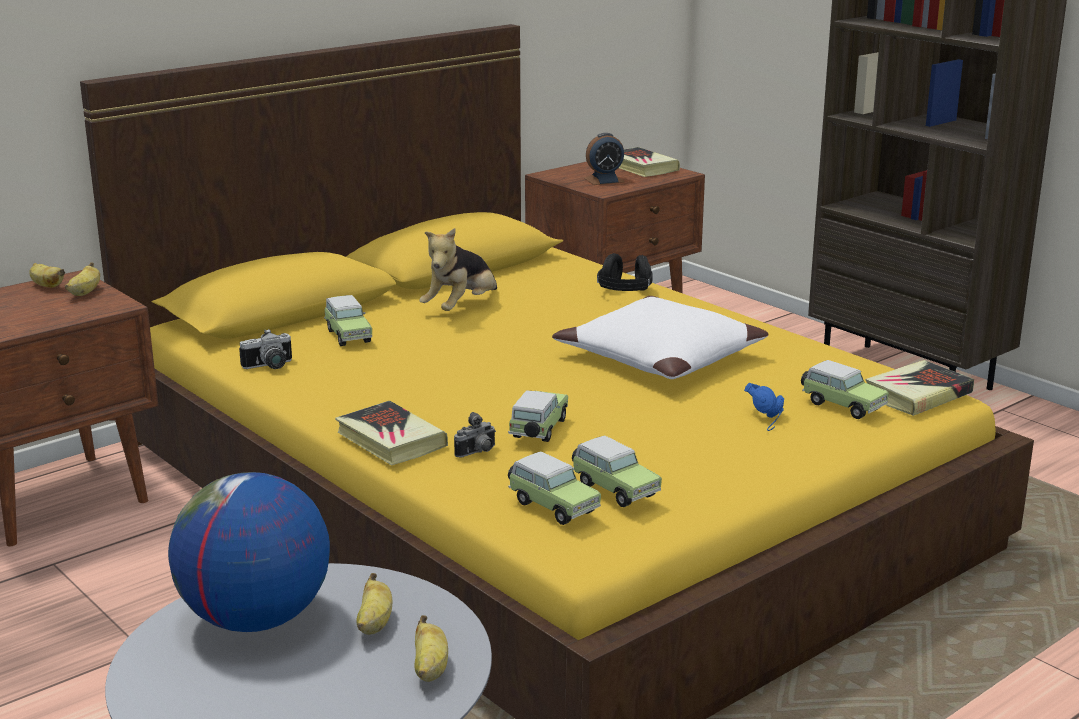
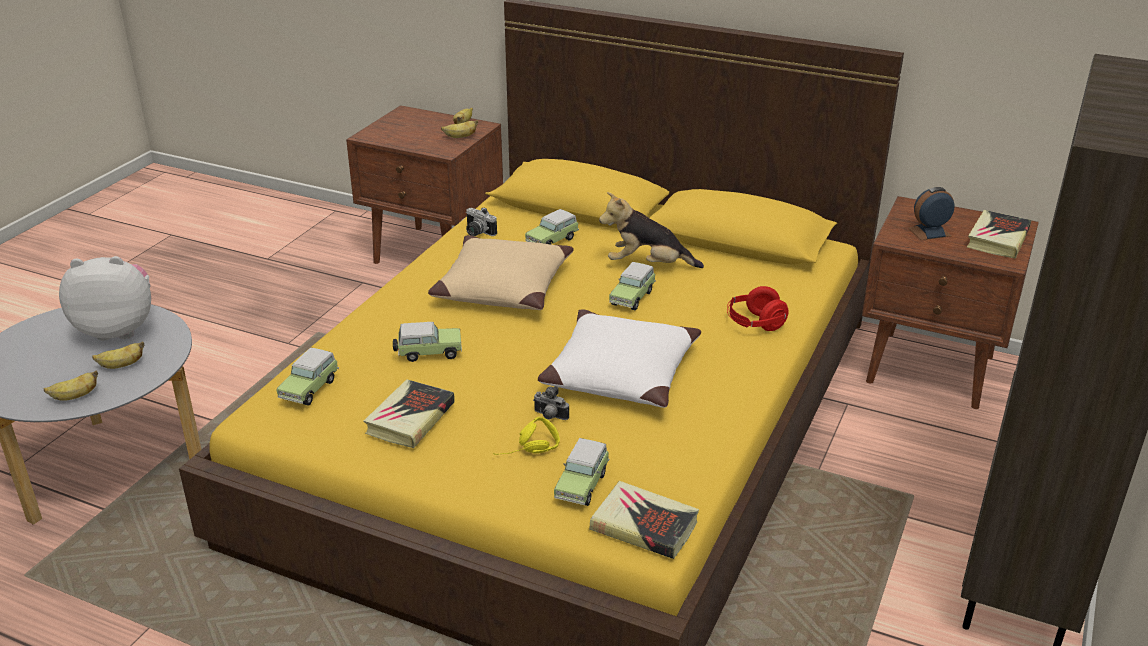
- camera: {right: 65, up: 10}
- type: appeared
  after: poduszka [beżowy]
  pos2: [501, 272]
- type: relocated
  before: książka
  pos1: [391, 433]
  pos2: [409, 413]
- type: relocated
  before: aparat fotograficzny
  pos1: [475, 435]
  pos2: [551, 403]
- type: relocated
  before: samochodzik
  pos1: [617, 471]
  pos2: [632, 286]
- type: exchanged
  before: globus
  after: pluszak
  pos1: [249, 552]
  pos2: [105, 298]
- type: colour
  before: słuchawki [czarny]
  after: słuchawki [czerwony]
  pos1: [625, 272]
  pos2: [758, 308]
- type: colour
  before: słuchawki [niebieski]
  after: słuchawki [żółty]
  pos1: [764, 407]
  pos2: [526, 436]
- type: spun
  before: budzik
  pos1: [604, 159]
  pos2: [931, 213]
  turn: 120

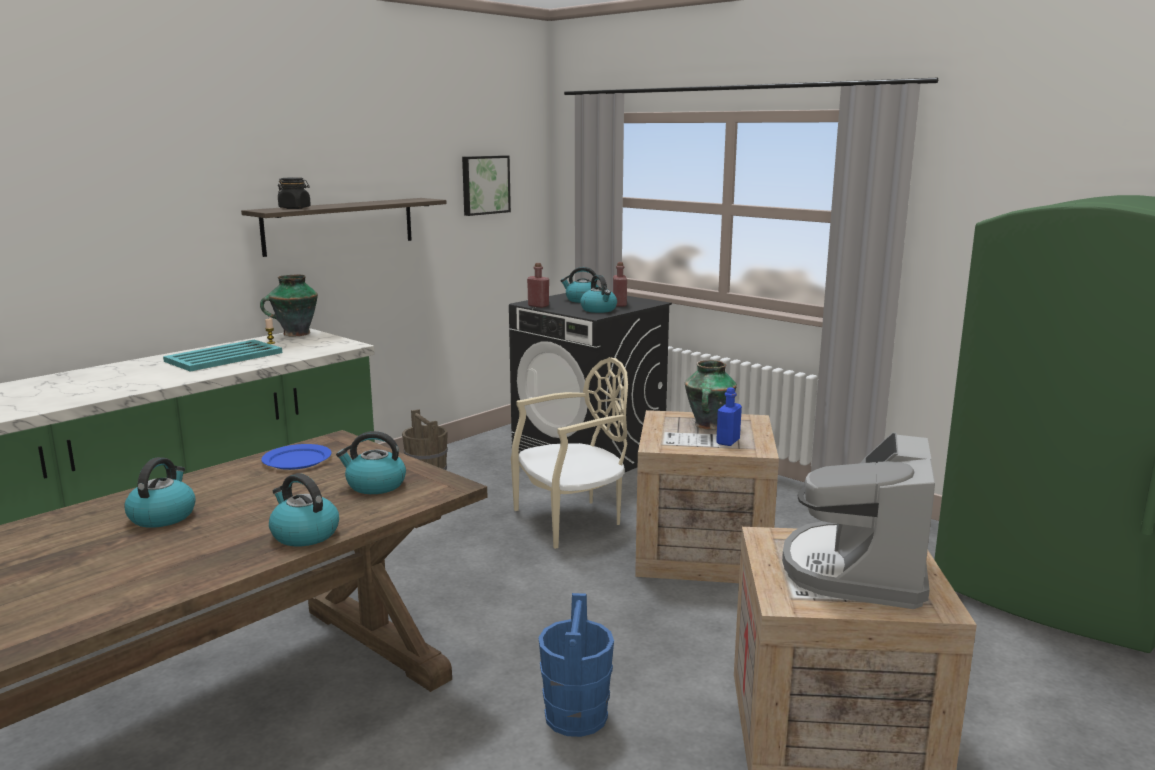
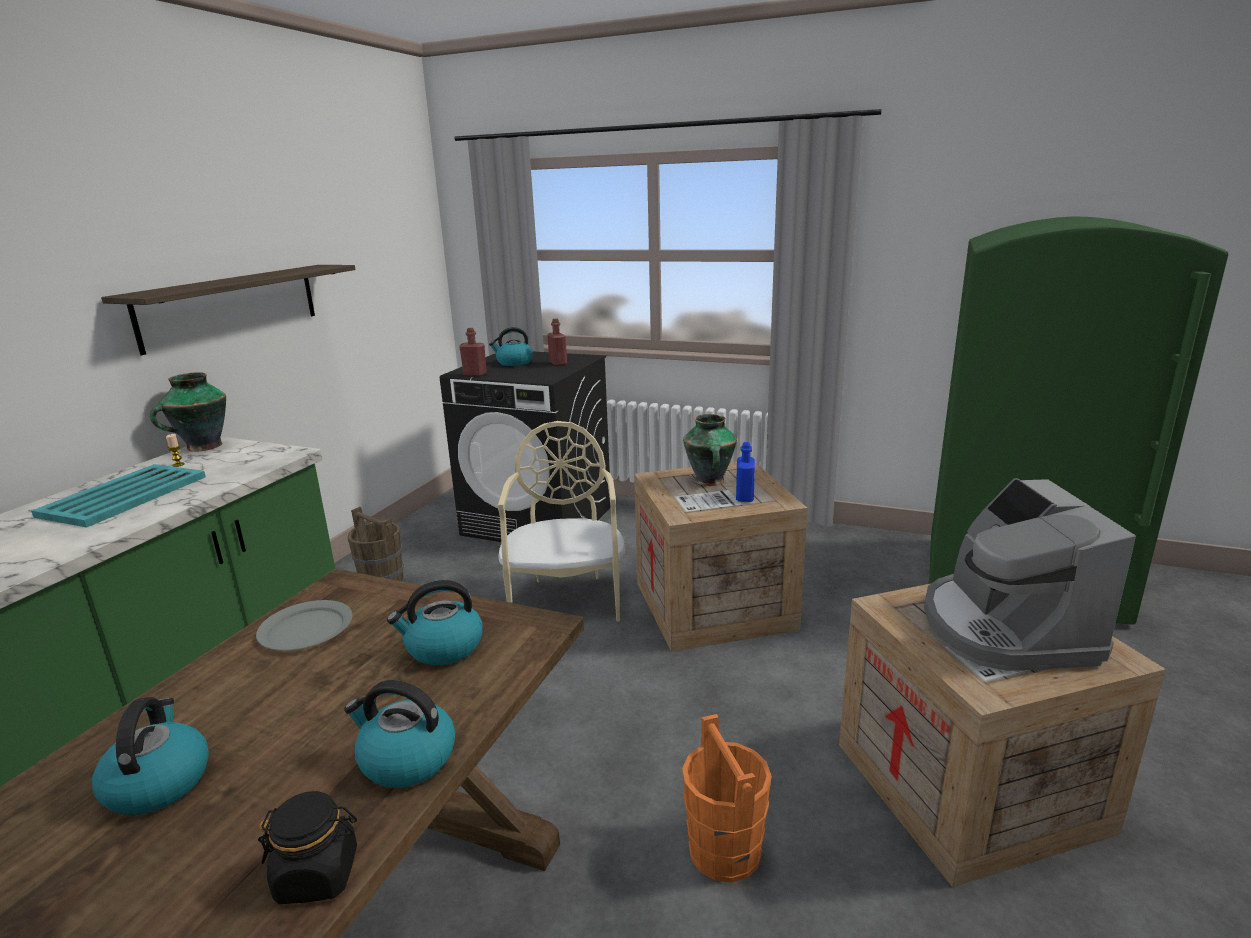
- camera: {right: -20, up: 5}
- type: missing
  before: obraz
  pos1: [486, 185]
- type: missing
  before: czajnik
  pos1: [598, 294]
- type: relocated
  before: słoik [czarny]
  pos1: [294, 193]
  pos2: [307, 847]
- type: colour
  before: talerz [niebieski]
  after: talerz [szary]
  pos1: [296, 457]
  pos2: [304, 625]
- type: colour
  before: wiadro [niebieski]
  after: wiadro [pomarańczowy]
  pos1: [576, 665]
  pos2: [727, 798]
- type: spun
  before: krzesło [beżowy]
  pos1: [569, 453]
  pos2: [562, 521]
  turn: -45

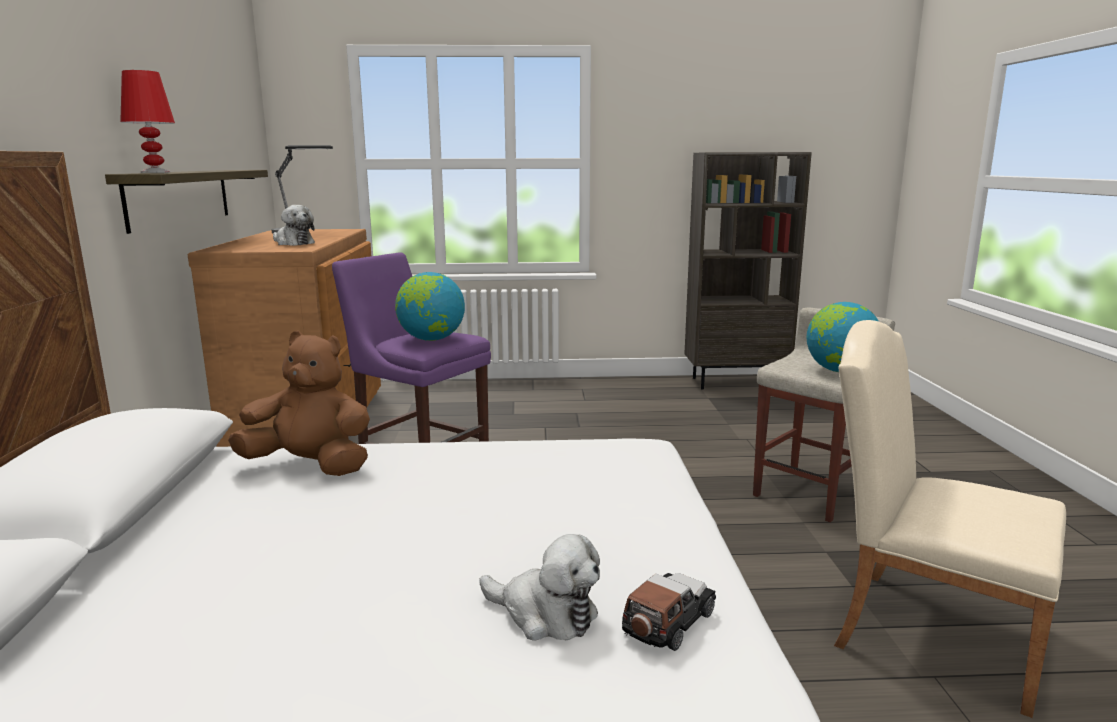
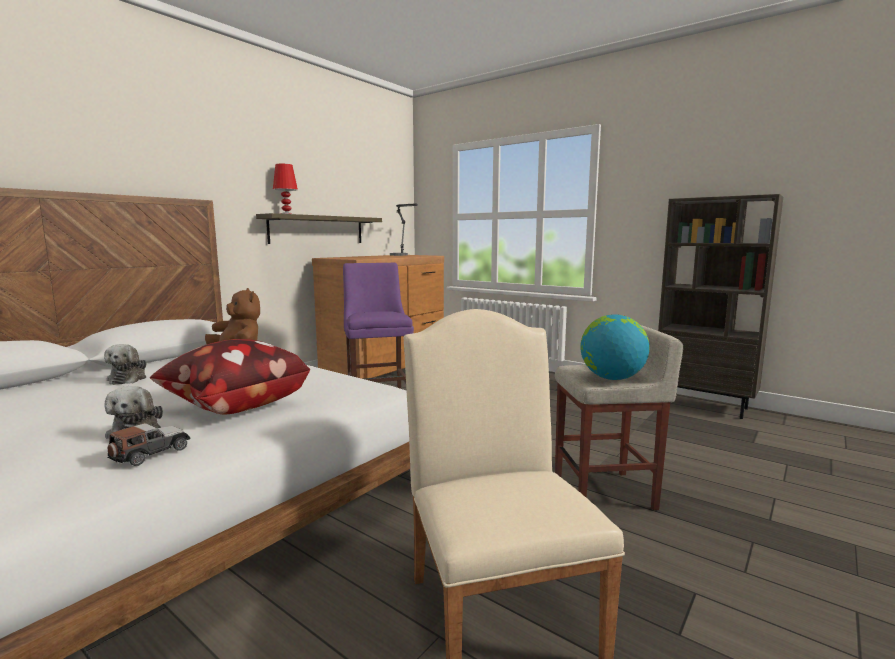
- camera: {right: 40, up: -5}
- type: missing
  before: globus
  pos1: [430, 306]
- type: appeared
  after: poduszka
  pos2: [230, 376]
- type: relocated
  before: pluszak
  pos1: [294, 225]
  pos2: [125, 364]
- type: spun
  before: samochodzik
  pos1: [669, 612]
  pos2: [148, 444]
  turn: -45

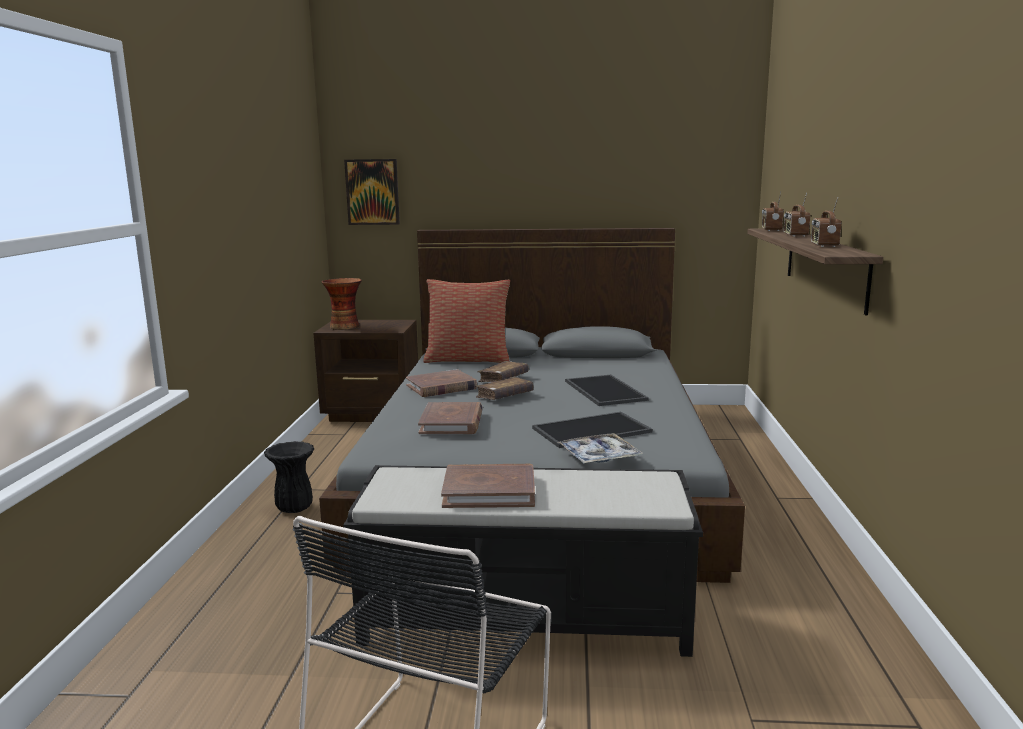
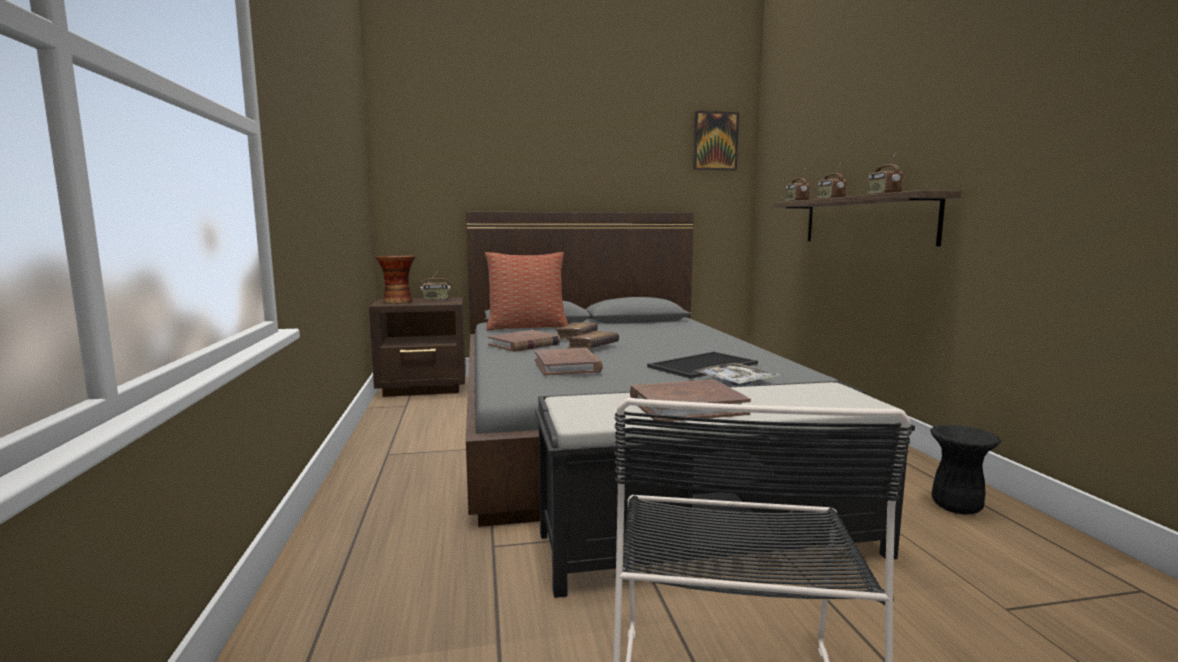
- camera: {right: -15, up: -5}
- type: missing
  before: taca
  pos1: [607, 390]
- type: appeared
  after: radio
  pos2: [435, 285]
- type: relocated
  before: wazon [czarny]
  pos1: [289, 477]
  pos2: [965, 470]
- type: relocated
  before: obraz
  pos1: [372, 192]
  pos2: [716, 141]

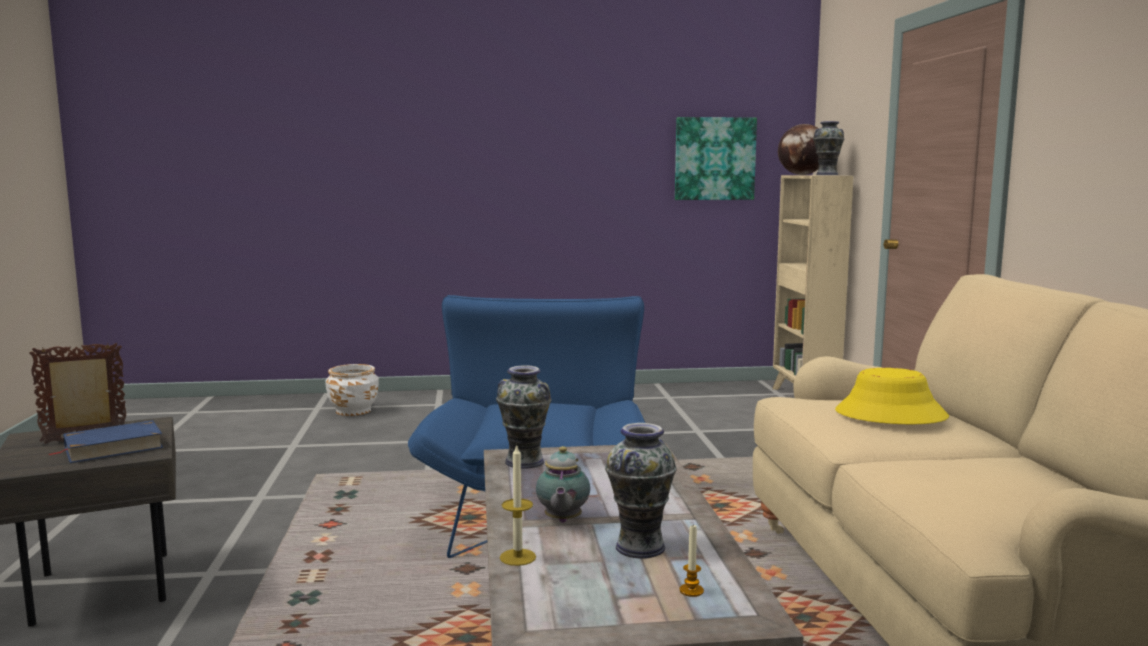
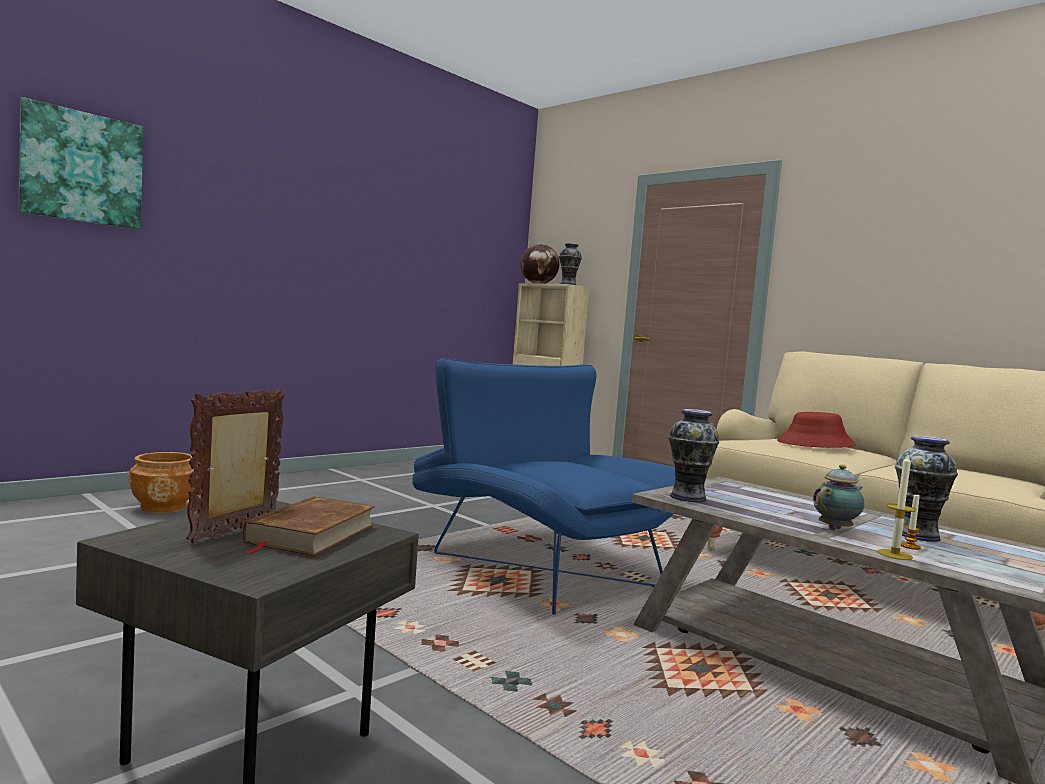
- camera: {right: -40, up: -5}
- type: relocated
  before: obraz
  pos1: [716, 158]
  pos2: [81, 163]
- type: relocated
  before: świeca
  pos1: [692, 561]
  pos2: [911, 522]
- type: colour
  before: książka [niebieski]
  after: książka [brązowy]
  pos1: [106, 441]
  pos2: [309, 526]
- type: colour
  before: donica [biały]
  after: donica [brązowy]
  pos1: [352, 390]
  pos2: [163, 482]
- type: colour
  before: kapelusz [żółty]
  after: kapelusz [czerwony]
  pos1: [892, 396]
  pos2: [816, 430]
- type: spun
  before: imbryk
  pos1: [563, 484]
  pos2: [838, 497]
  turn: -90

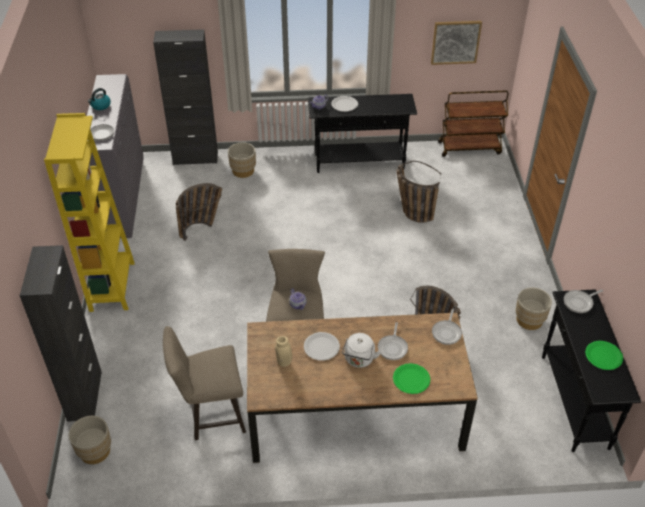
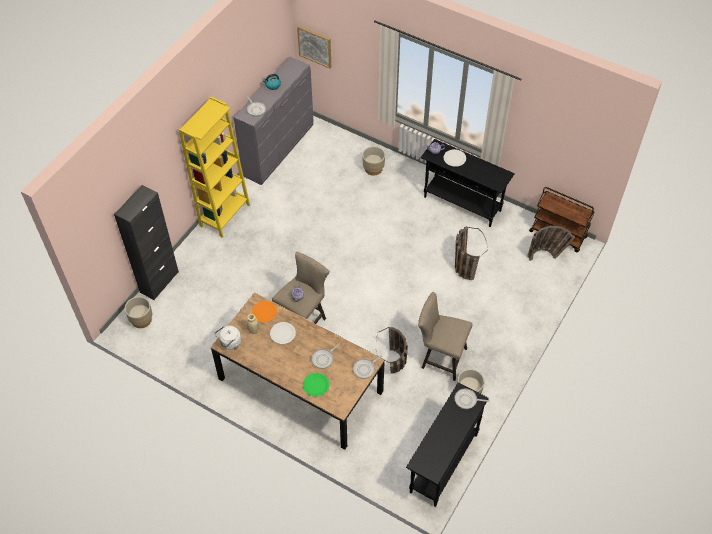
- camera: {right: 35, up: 10}
- type: missing
  before: szafka [czarny]
  pos1: [185, 97]
- type: missing
  before: talerz [zielony]
  pos1: [604, 355]
- type: appeared
  after: talerz [pomarańczowy]
  pos2: [264, 311]
- type: relocated
  before: stołek [beżowy]
  pos1: [204, 383]
  pos2: [445, 336]
- type: relocated
  before: koszyk
  pos1: [199, 212]
  pos2: [551, 243]
- type: relocated
  before: czajnik [biały]
  pos1: [362, 350]
  pos2: [227, 338]
- type: relocated
  before: obraz
  pos1: [456, 43]
  pos2: [314, 47]

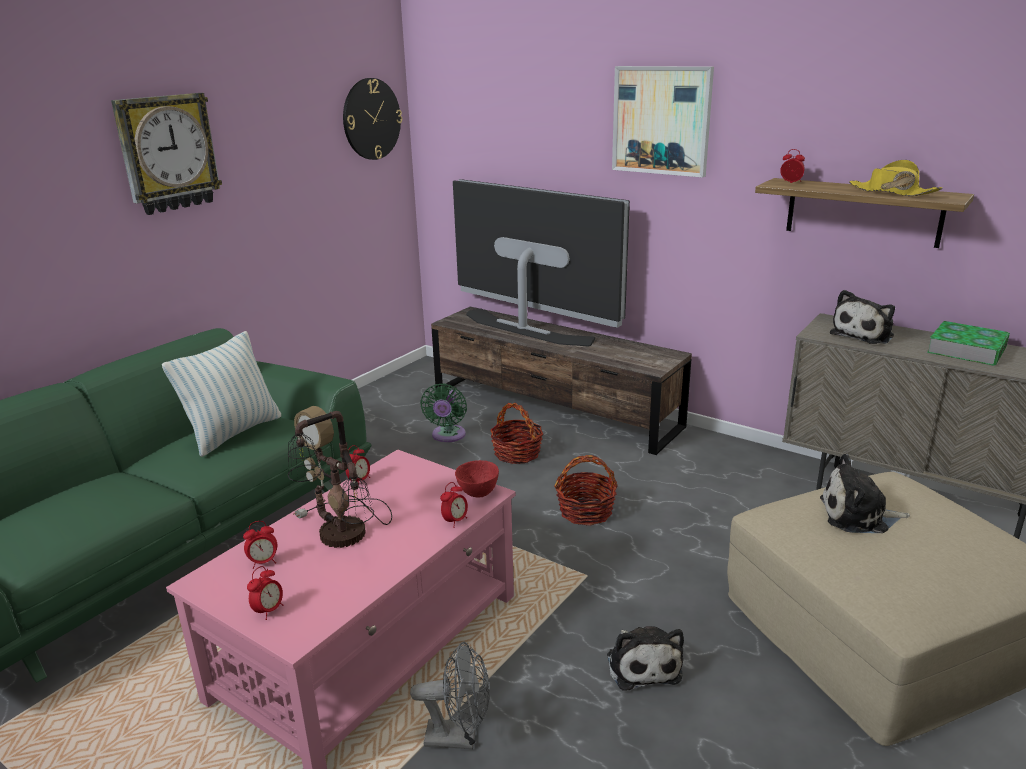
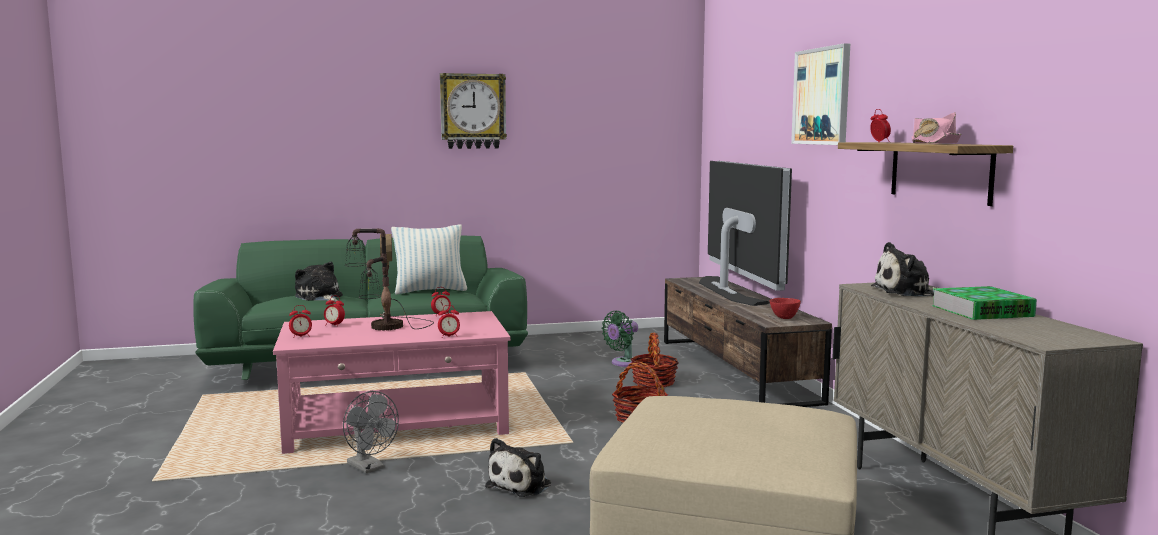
- camera: {right: 40, up: -15}
- type: missing
  before: zegar ścienny
  pos1: [372, 119]
- type: relocated
  before: miska [czerwony]
  pos1: [477, 478]
  pos2: [785, 308]
- type: relocated
  before: pluszak
  pos1: [865, 493]
  pos2: [319, 281]
- type: colour
  before: kapelusz [żółty]
  after: kapelusz [różowy]
  pos1: [896, 178]
  pos2: [936, 127]

